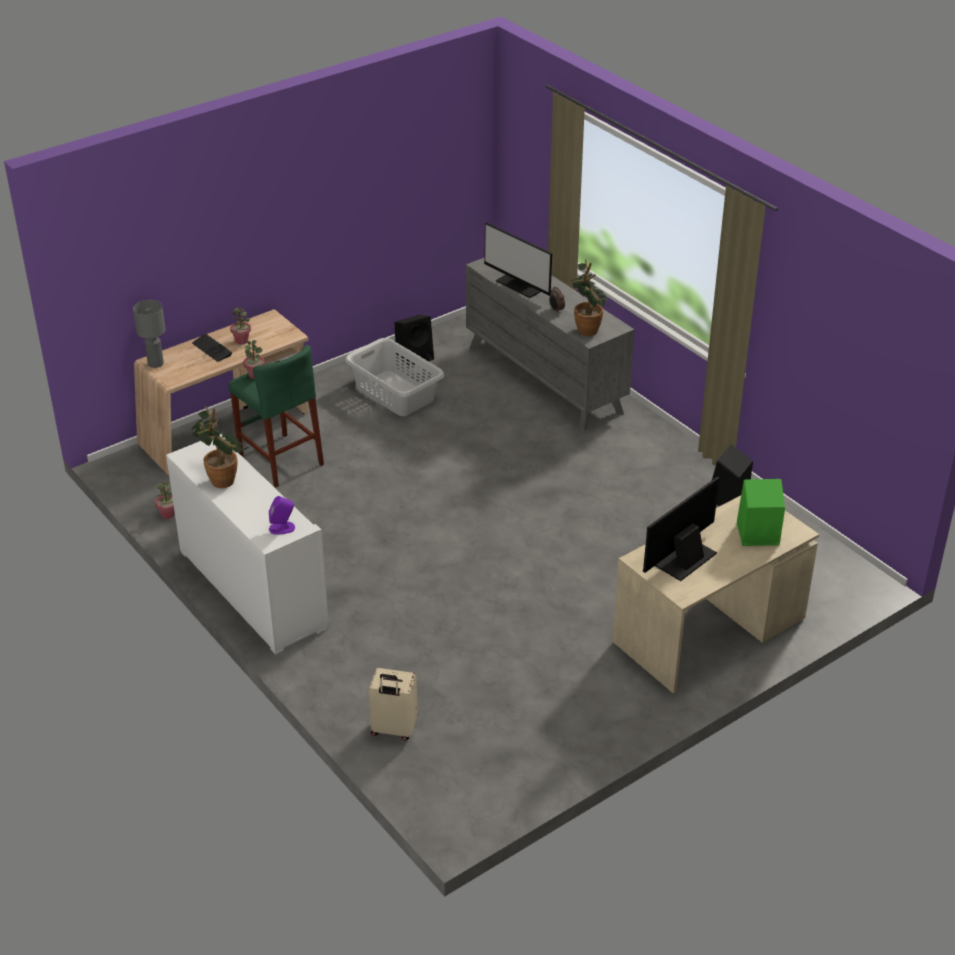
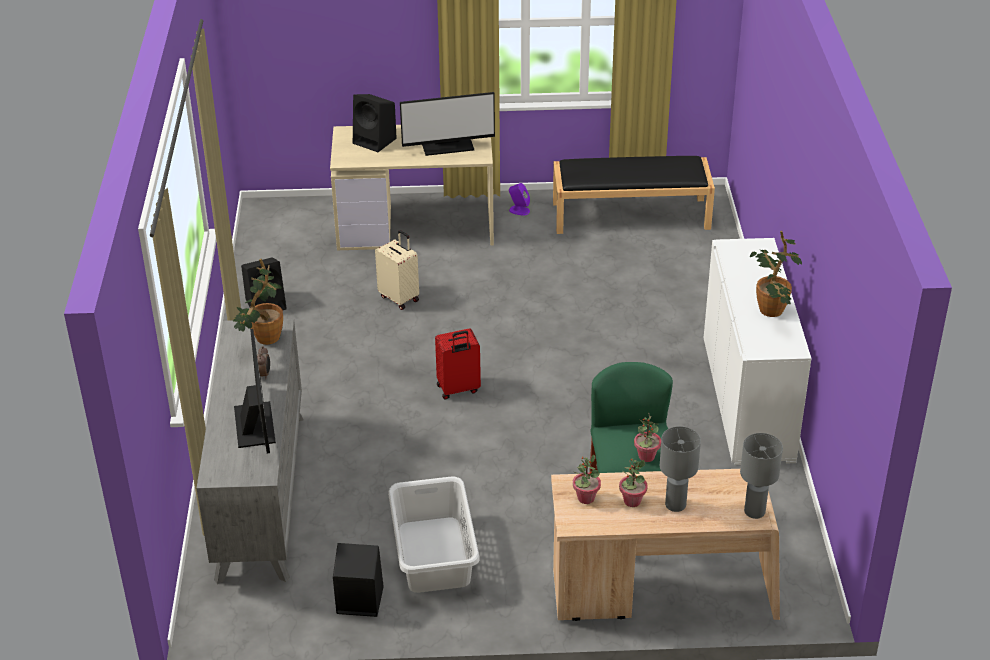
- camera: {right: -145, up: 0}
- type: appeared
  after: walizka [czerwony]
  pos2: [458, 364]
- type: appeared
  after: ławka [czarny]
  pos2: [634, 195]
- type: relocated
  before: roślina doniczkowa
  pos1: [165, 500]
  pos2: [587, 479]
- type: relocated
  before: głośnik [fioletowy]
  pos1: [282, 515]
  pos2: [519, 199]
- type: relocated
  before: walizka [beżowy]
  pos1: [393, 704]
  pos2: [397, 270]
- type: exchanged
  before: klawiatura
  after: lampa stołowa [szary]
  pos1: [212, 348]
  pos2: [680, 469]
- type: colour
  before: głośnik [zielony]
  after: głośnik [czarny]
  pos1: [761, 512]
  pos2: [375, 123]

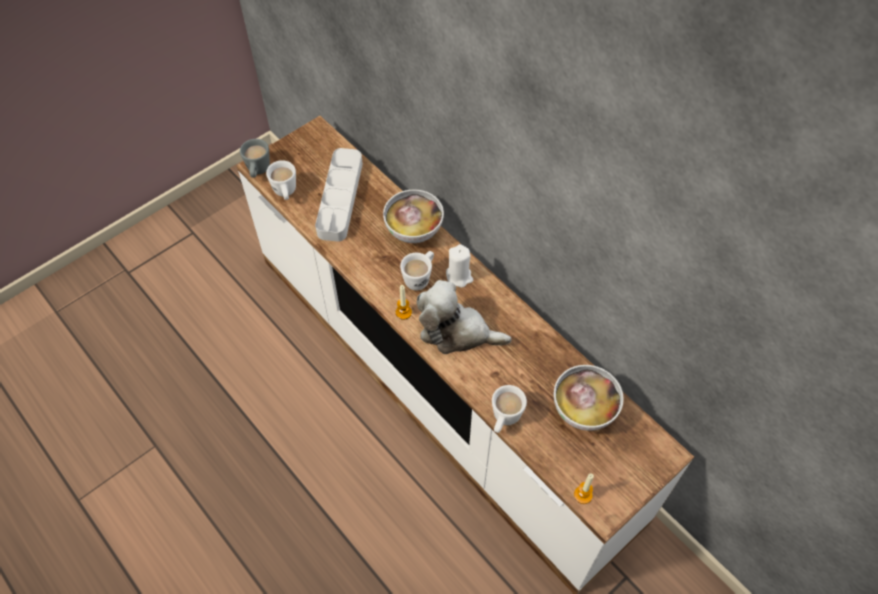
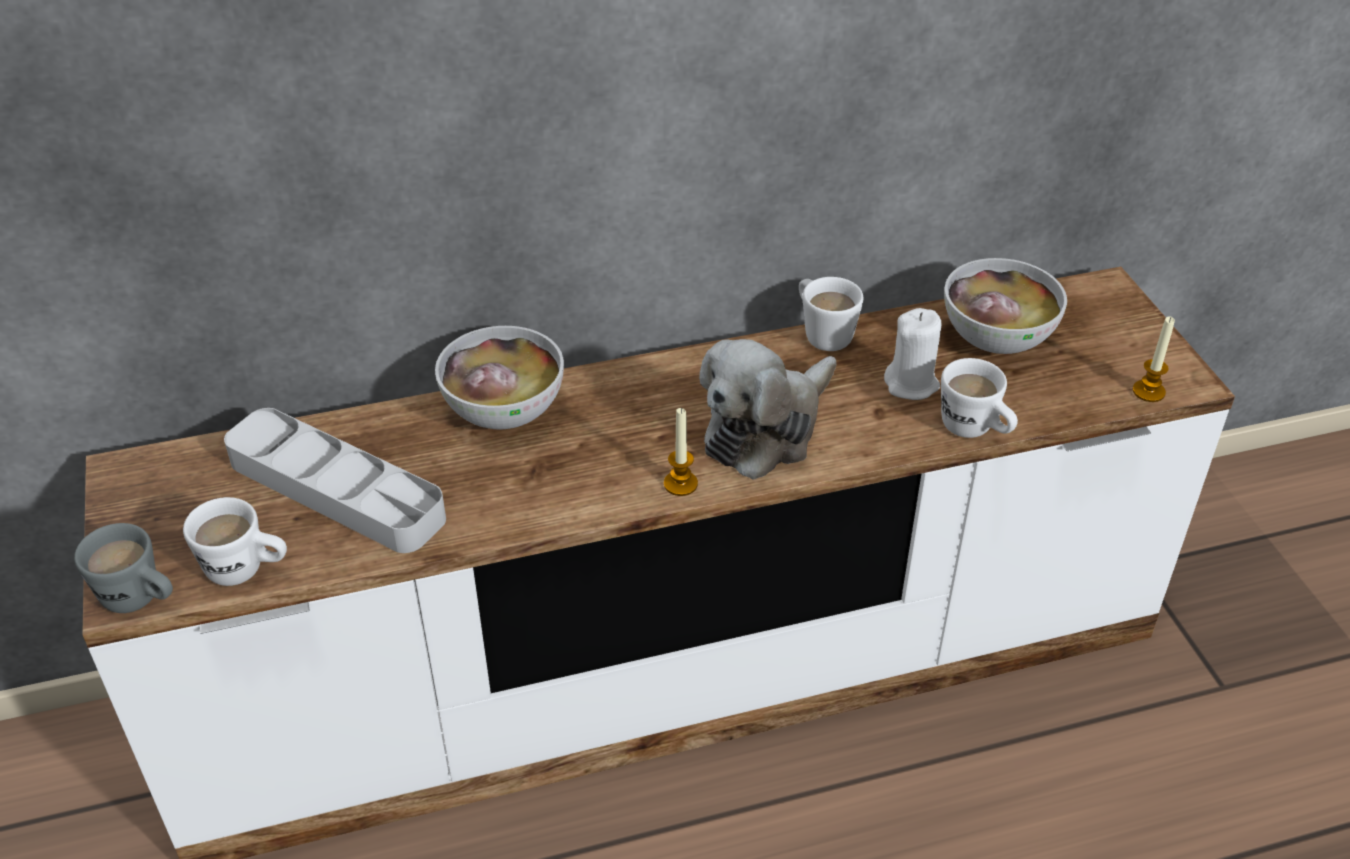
- camera: {right: -65, up: -15}
- type: relocated
  before: kubek [biały]
  pos1: [417, 270]
  pos2: [831, 314]
- type: relocated
  before: świeca [biały]
  pos1: [459, 266]
  pos2: [912, 354]

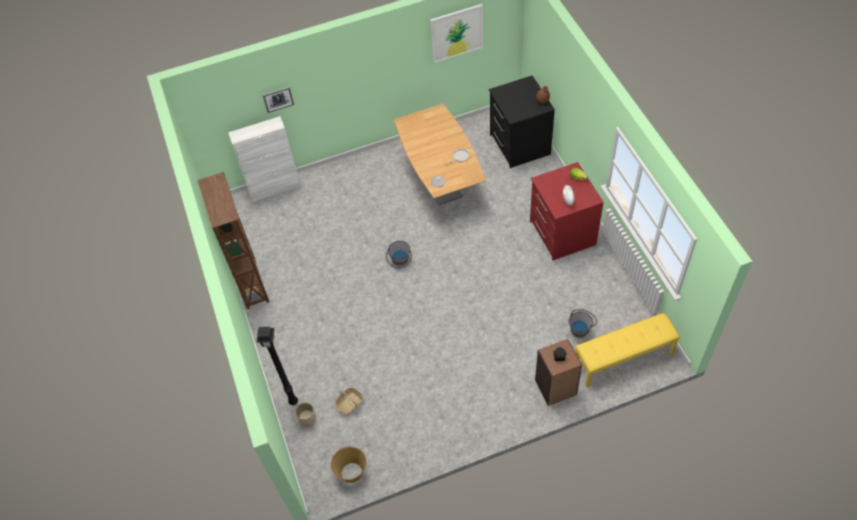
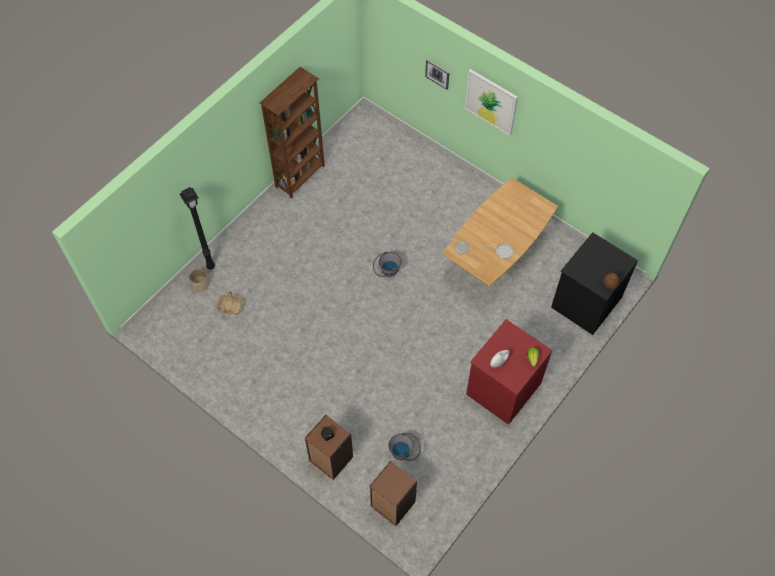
- camera: {right: 55, up: 5}
- type: missing
  before: szafka [biały]
  pos1: [264, 159]
- type: missing
  before: koszyk
  pos1: [348, 464]
- type: relocated
  before: obraz
  pos1: [456, 33]
  pos2: [491, 102]
- type: exchanged
  before: ławka [żółty]
  after: regał [brązowy]
  pos1: [627, 350]
  pos2: [393, 493]

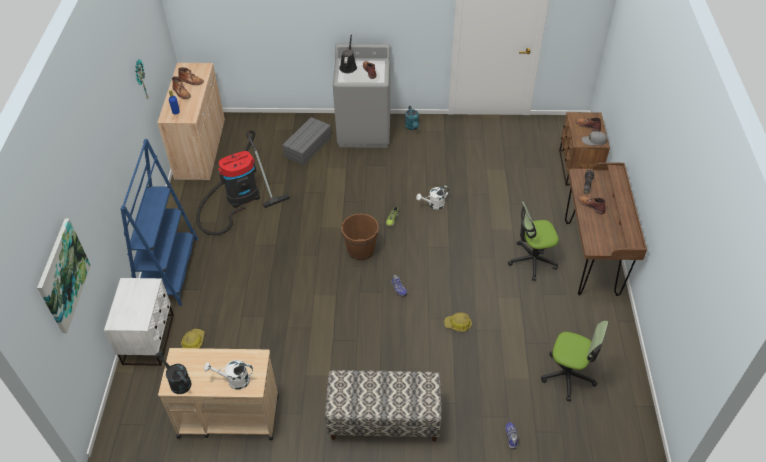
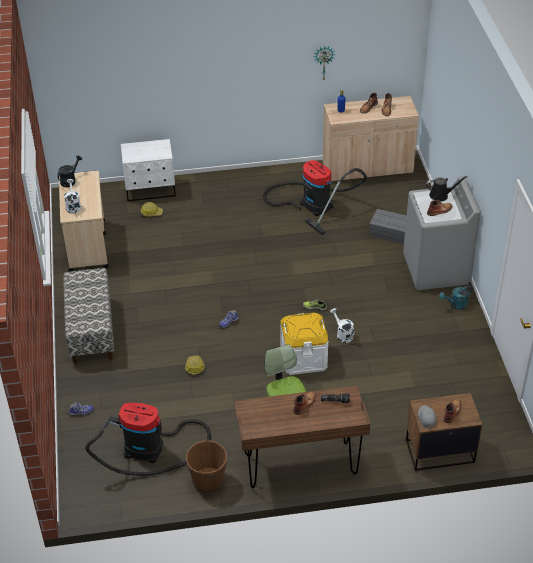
- camera: {right: 80, up: -5}
- type: missing
  before: obraz
  pos1: [64, 276]
- type: missing
  before: regał [niebieski]
  pos1: [159, 222]
- type: appeared
  after: pojemnik do przechowywania [biały]
  pos2: [304, 344]
- type: relocated
  before: wiadro [brązowy]
  pos1: [360, 237]
  pos2: [206, 466]
- type: exchanged
  before: krzesło biurowe
  after: odkurzacz
  pos1: [575, 361]
  pos2: [148, 439]

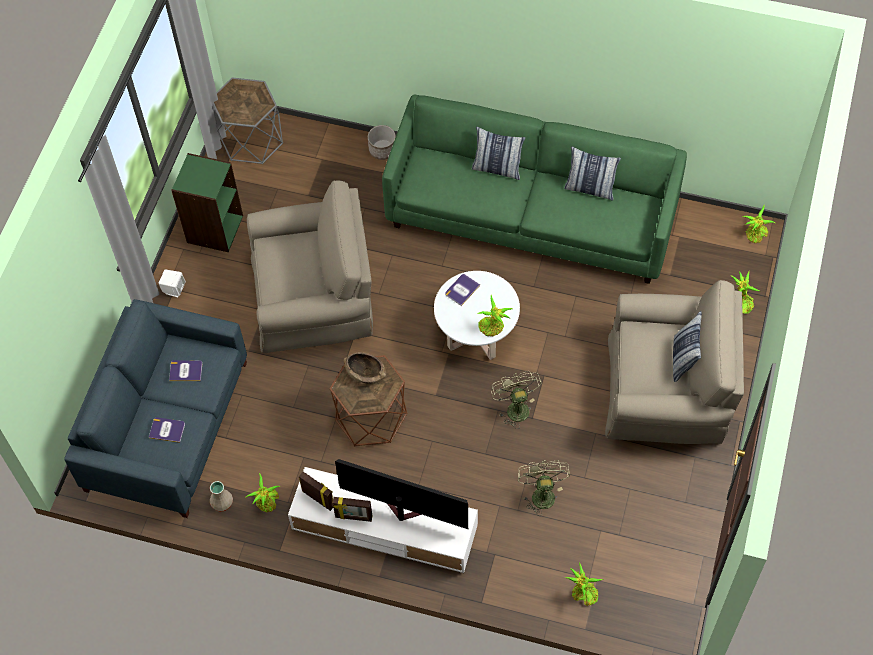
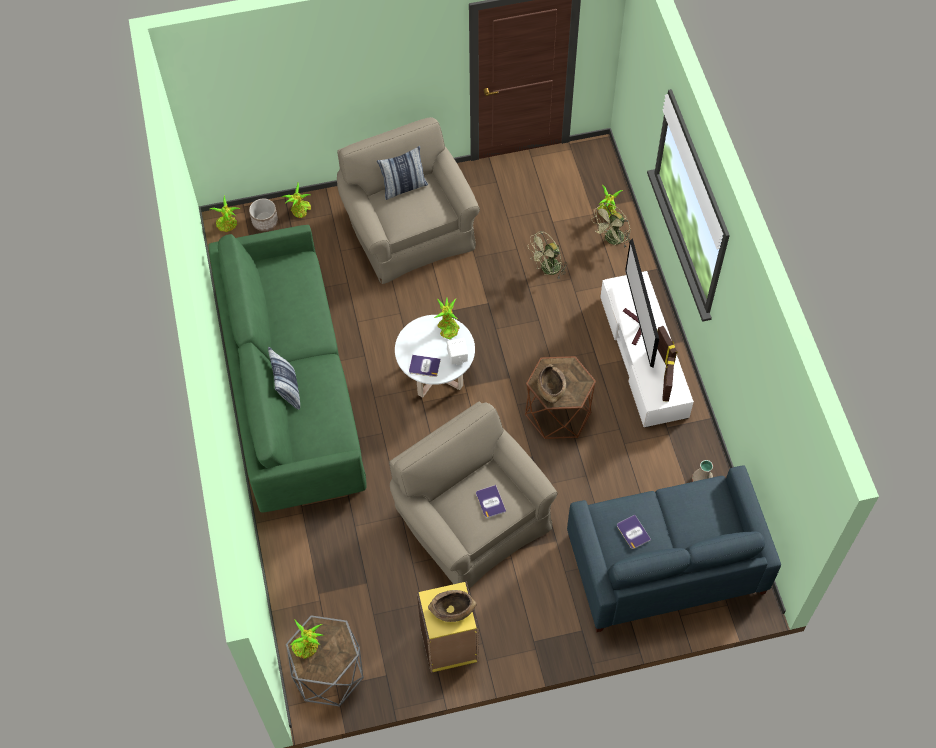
- camera: {right: -120, up: 0}
- type: missing
  before: poduszka
  pos1: [592, 173]
- type: appeared
  after: miska [brązowy]
  pos2: [452, 606]
- type: relocated
  before: książka
  pos1: [167, 430]
  pos2: [491, 501]
- type: relocated
  before: głośnik [biały]
  pos1: [172, 283]
  pos2: [457, 351]
- type: relocated
  before: roślina doniczkowa
  pos1: [263, 492]
  pos2: [307, 639]
- type: relocated
  before: donica
  pos1: [382, 142]
  pos2: [263, 215]
- type: relocated
  before: wentylator [zielony]
  pos1: [516, 400]
  pos2: [610, 225]
- type: colour
  before: regał [zielony]
  after: regał [żółty]
  pos1: [207, 202]
  pos2: [448, 627]

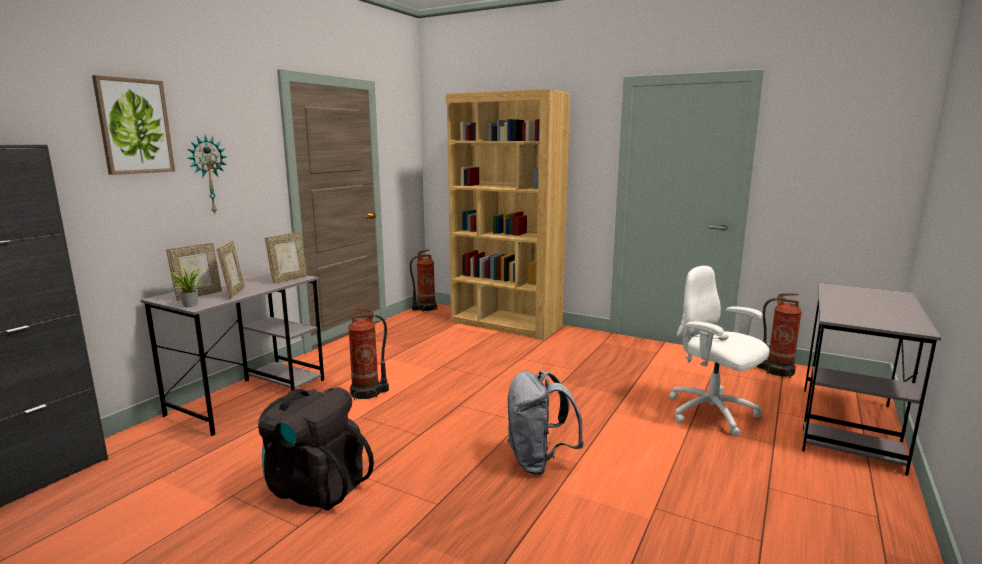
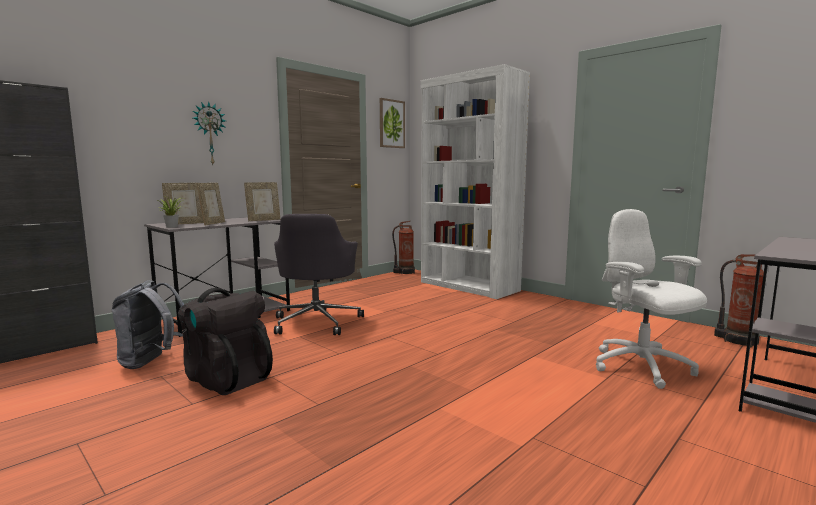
- camera: {right: 15, up: -5}
- type: relocated
  before: obraz
  pos1: [133, 125]
  pos2: [392, 123]
- type: relocated
  before: plecak [szary]
  pos1: [545, 423]
  pos2: [148, 324]
- type: exchanged
  before: gaśnica
  after: krzesło biurowe [szary]
  pos1: [368, 354]
  pos2: [319, 274]
- type: colour
  before: regał [brązowy]
  after: regał [biały]
  pos1: [508, 214]
  pos2: [475, 181]

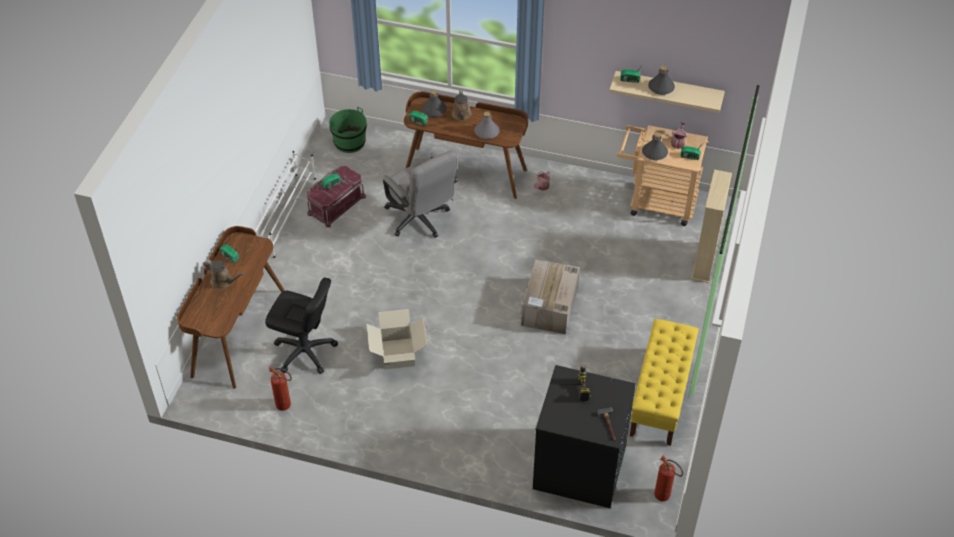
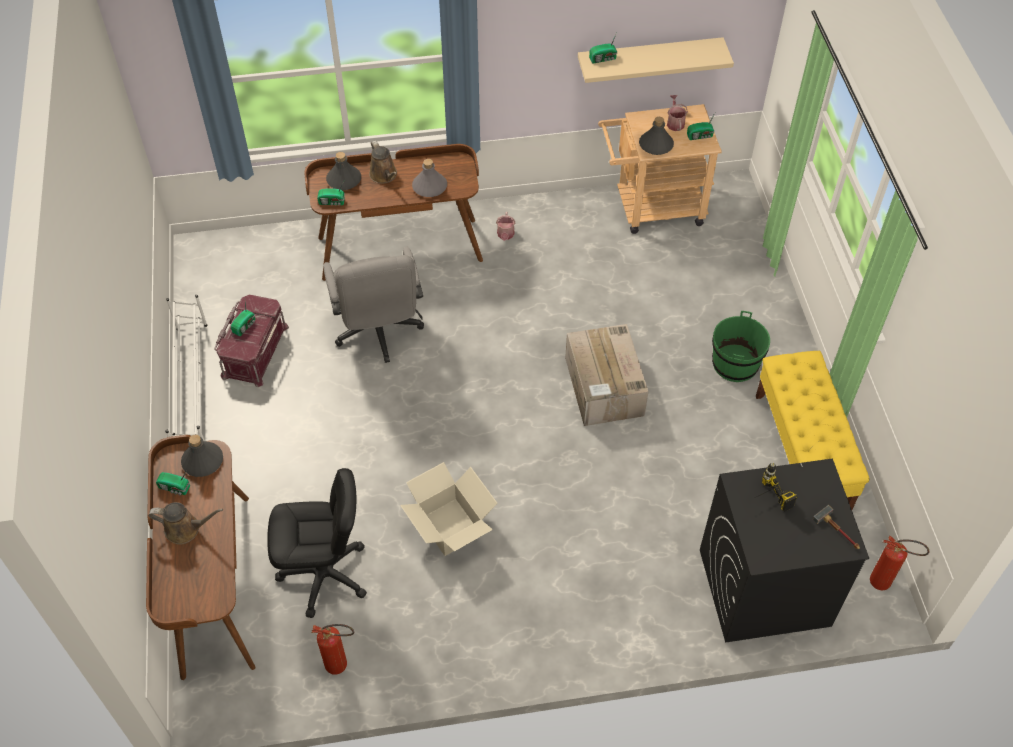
- camera: {right: -25, up: 5}
- type: missing
  before: regał [beżowy]
  pos1: [711, 226]
- type: relocated
  before: wiadro [zielony]
  pos1: [348, 130]
  pos2: [741, 346]
- type: relocated
  before: butelka [szary]
  pos1: [661, 80]
  pos2: [202, 456]
- type: spun
  before: krzesło biurowe [szary]
  pos1: [420, 194]
  pos2: [373, 305]
  turn: 45

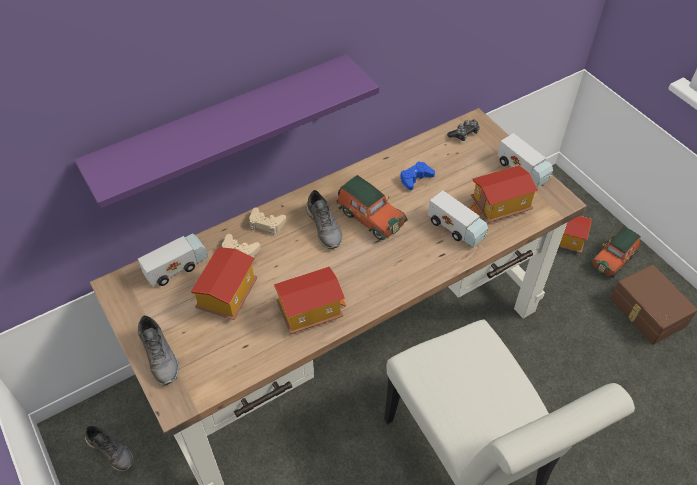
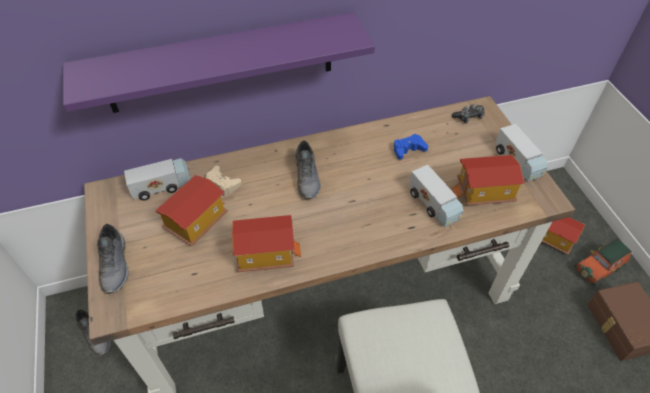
- camera: {right: 15, up: 0}
- type: missing
  before: pad do gier [beżowy]
  pos1: [267, 221]
- type: missing
  before: samochodzik
  pos1: [372, 207]

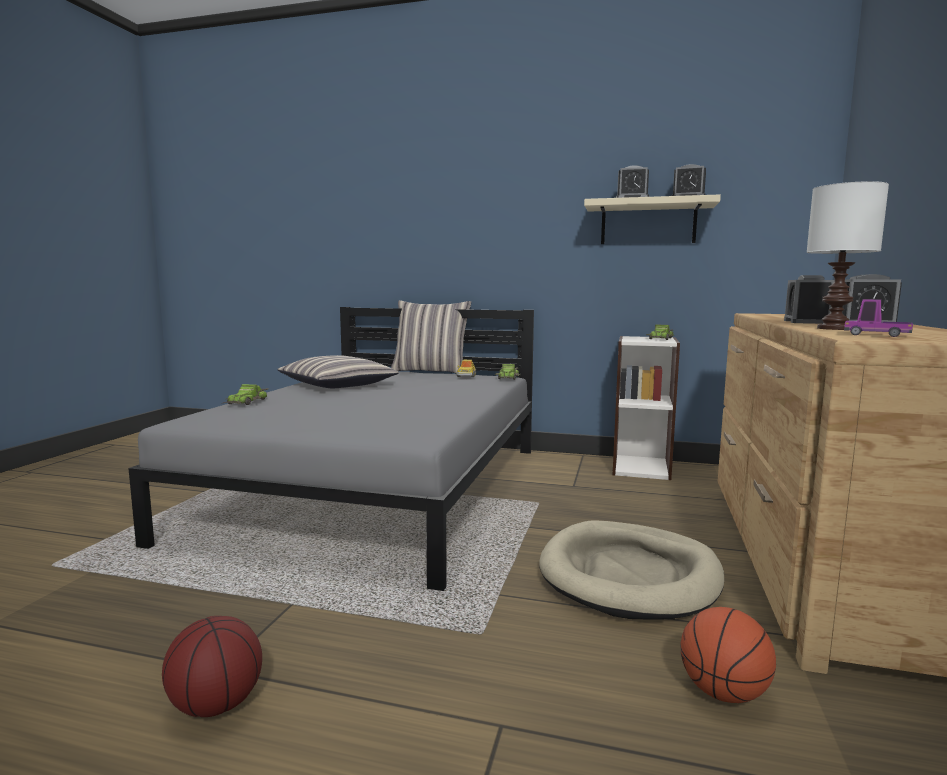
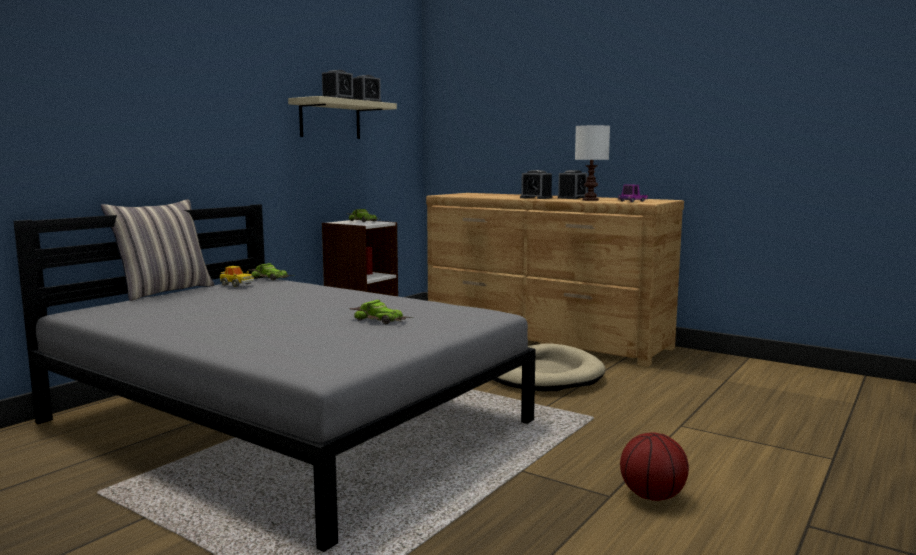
- camera: {right: -70, up: 0}
- type: missing
  before: poduszka
  pos1: [338, 371]
- type: missing
  before: piłka do koszykówki
  pos1: [728, 655]
- type: relocated
  before: samochodzik
  pos1: [246, 394]
  pos2: [381, 312]

